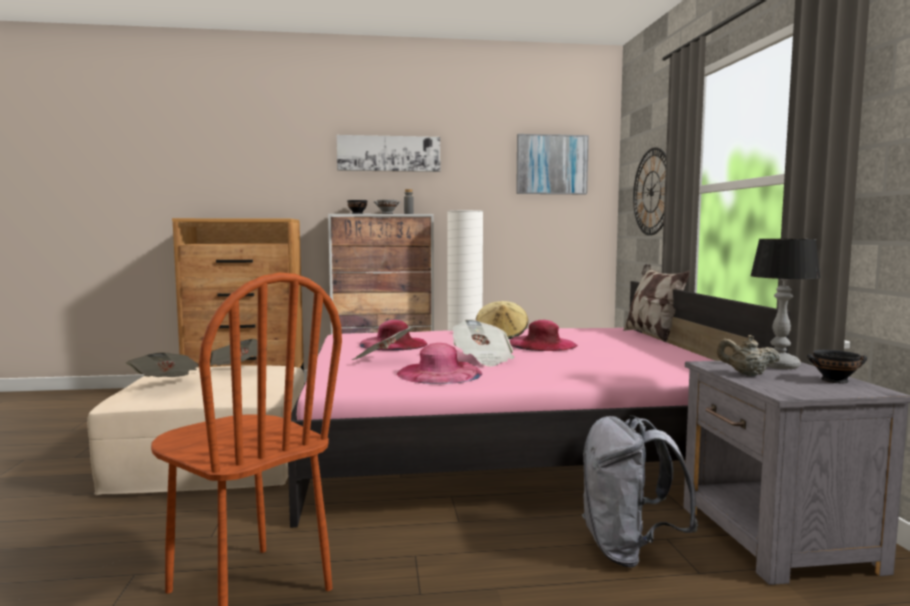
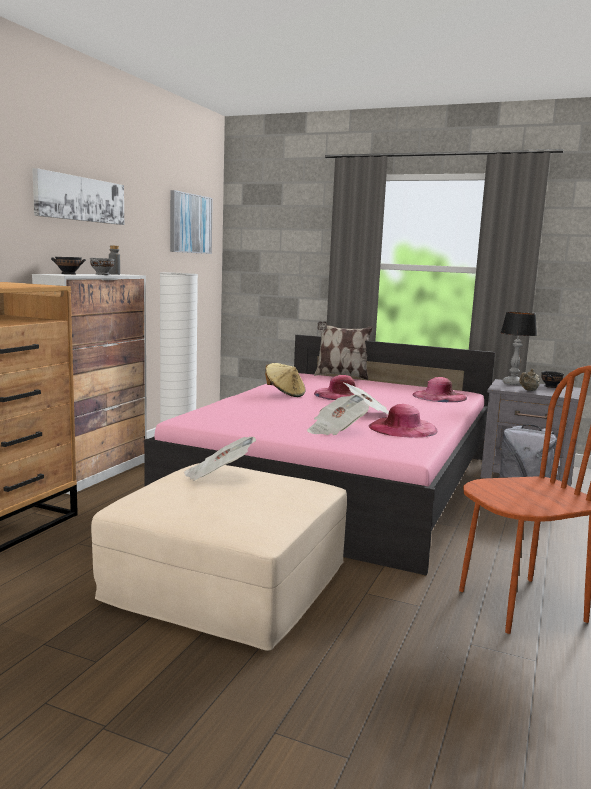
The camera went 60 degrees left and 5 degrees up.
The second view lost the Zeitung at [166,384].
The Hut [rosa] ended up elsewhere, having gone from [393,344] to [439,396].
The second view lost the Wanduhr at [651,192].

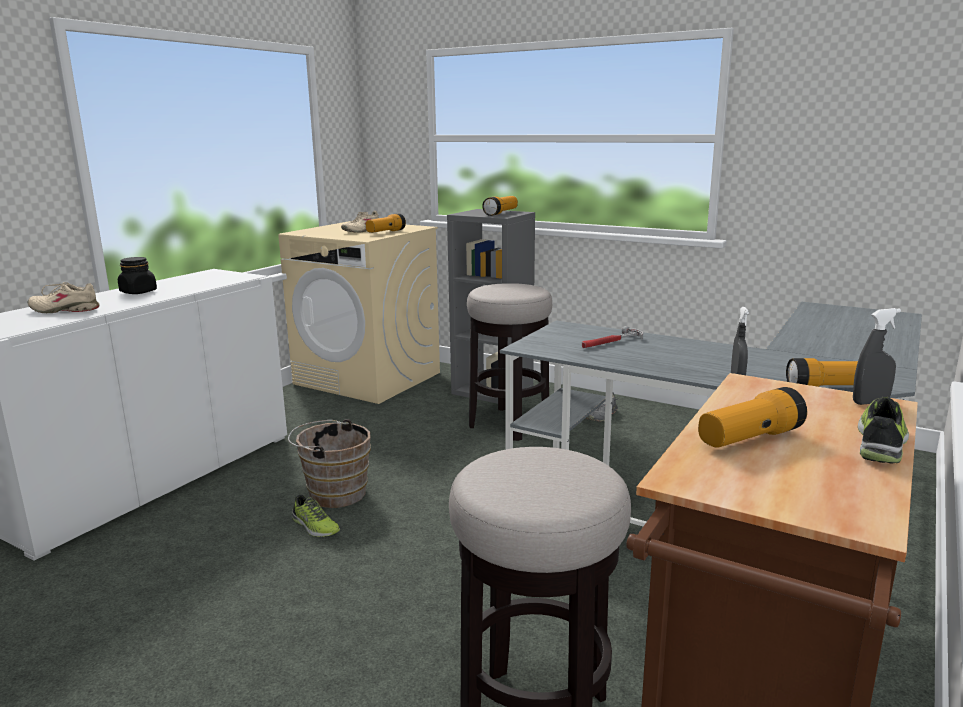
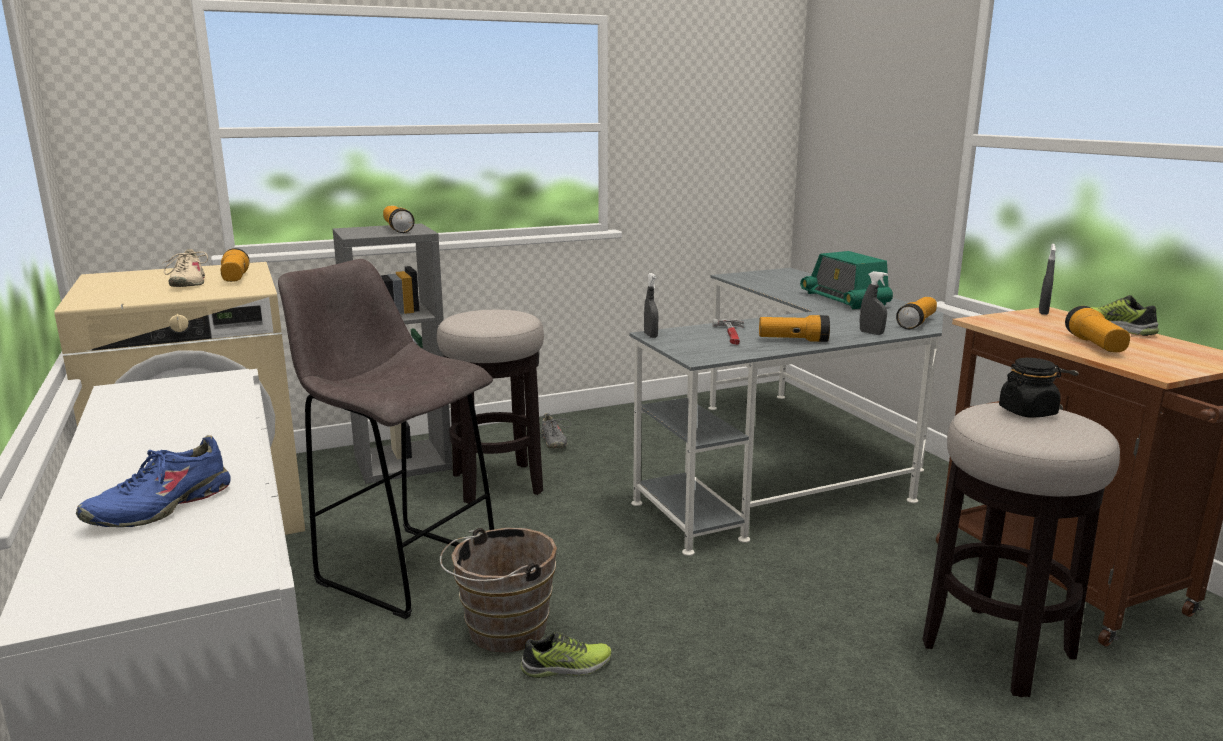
The camera went 55 degrees left and 0 degrees up.
What was the Schuh [beige] at [65,310] turned into the Schuh [blau] at [160,507].
The Vorratsglas [schwarz] ended up elsewhere, having gone from [138,292] to [1027,412].
The second view gained the Hocker [grau] at [403,568].
The second view gained the Sprühflasche [grau] at [650,335].
The second view gained the Taschenlampe at [793,340].
The second view gained the Radio at [844,299].

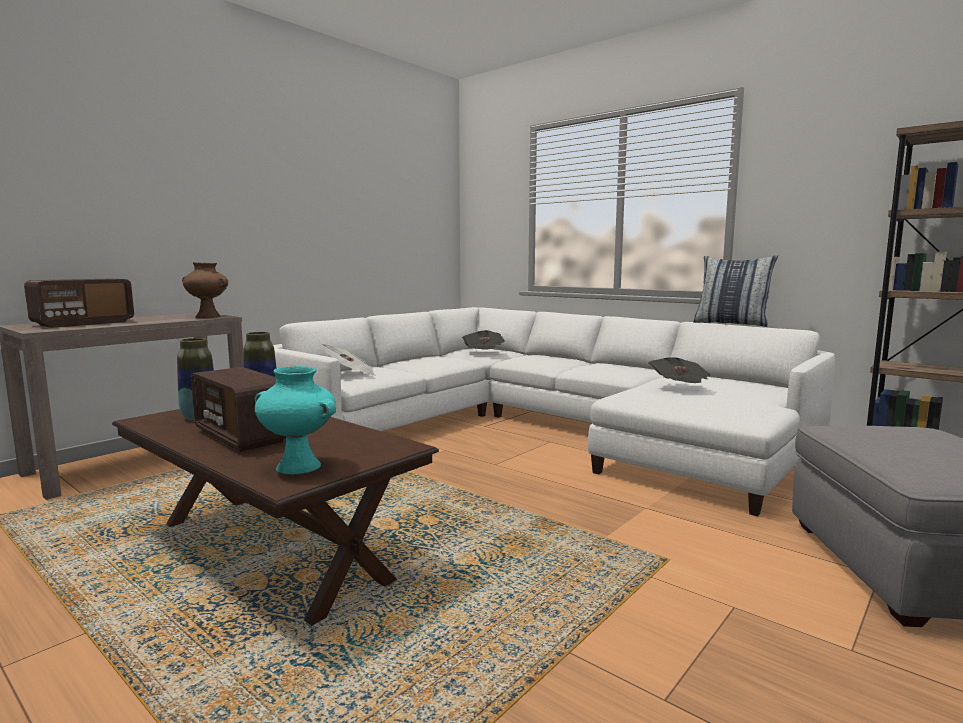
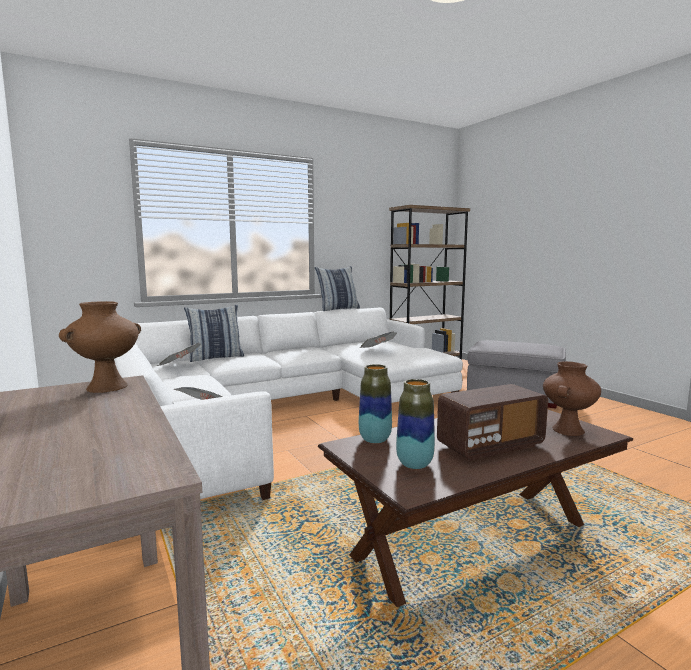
The camera went 70 degrees left and 0 degrees up.
The second view lost the Radio at [83,323].
What was the Vase [türkis] at [300,466] turned into the Vase [braun] at [567,430].
The second view gained the Kissen at [216,357].

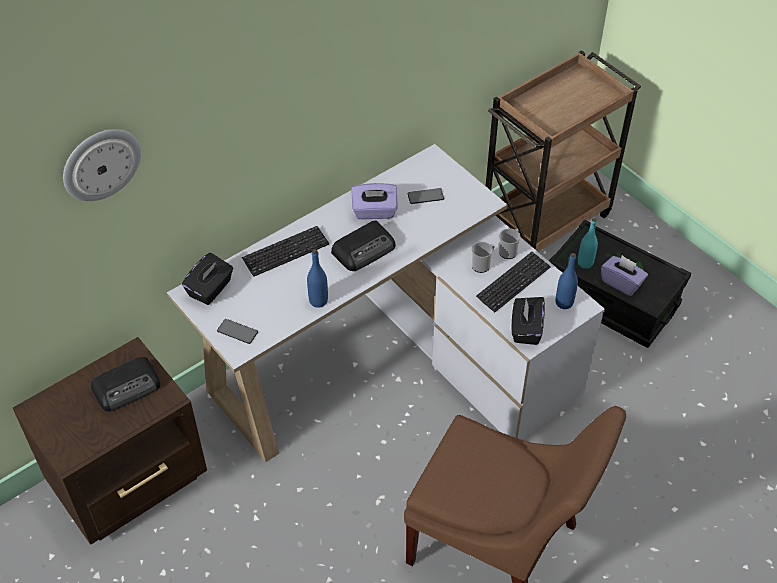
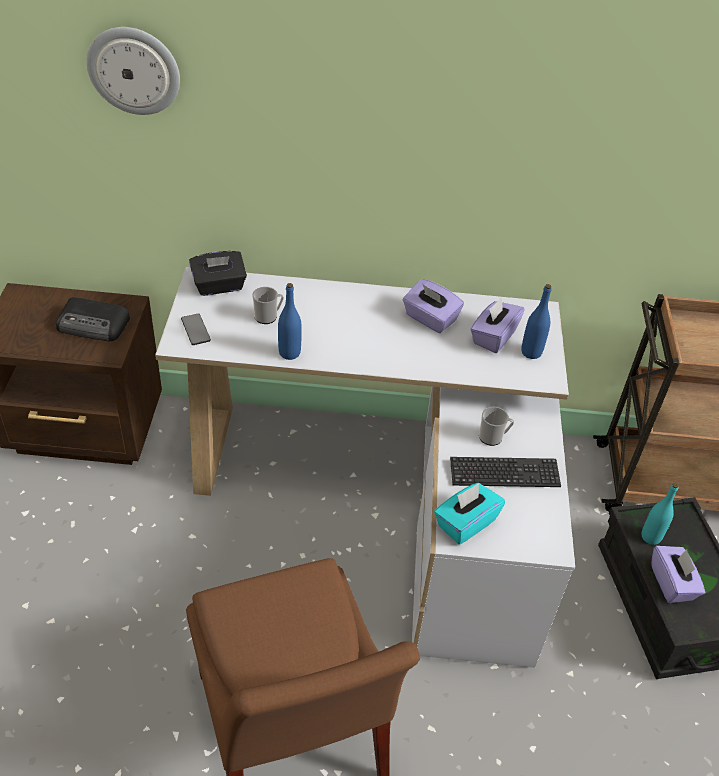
The camera went 40 degrees right and 5 degrees down.
The second view lost the Tastatur at [286,252].
The second view lost the Radio at [364,249].
Where the Handy stood at [425,196], the Taschentuchbox [lila] came to stand at [493,337].
The Henkelbecher ended up elsewhere, having gone from [509,250] to [268,316].
What was the Taschentuchbox [schwarz] at [526,329] turned into the Taschentuchbox [türkis] at [465,523].
The Flasche [blau] ended up elsewhere, having gone from [564,303] to [531,352].

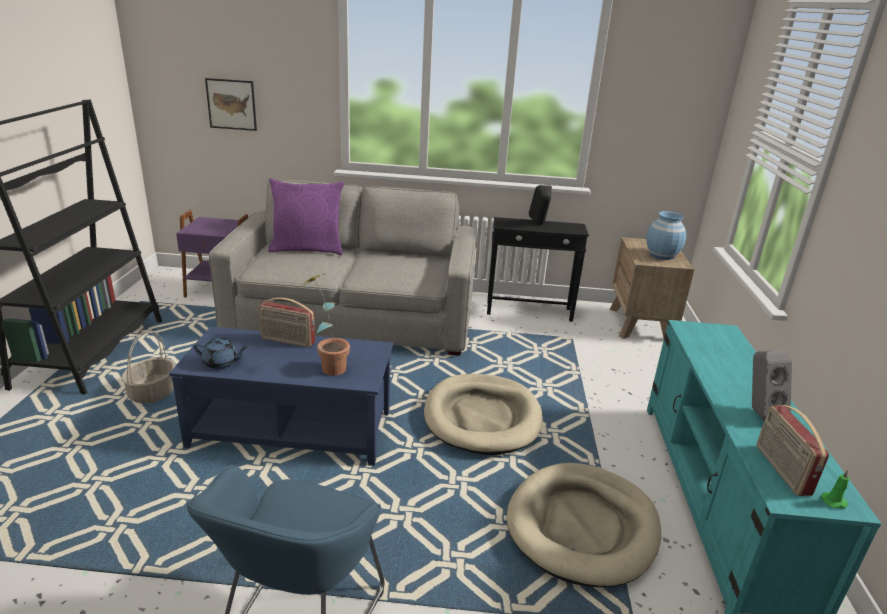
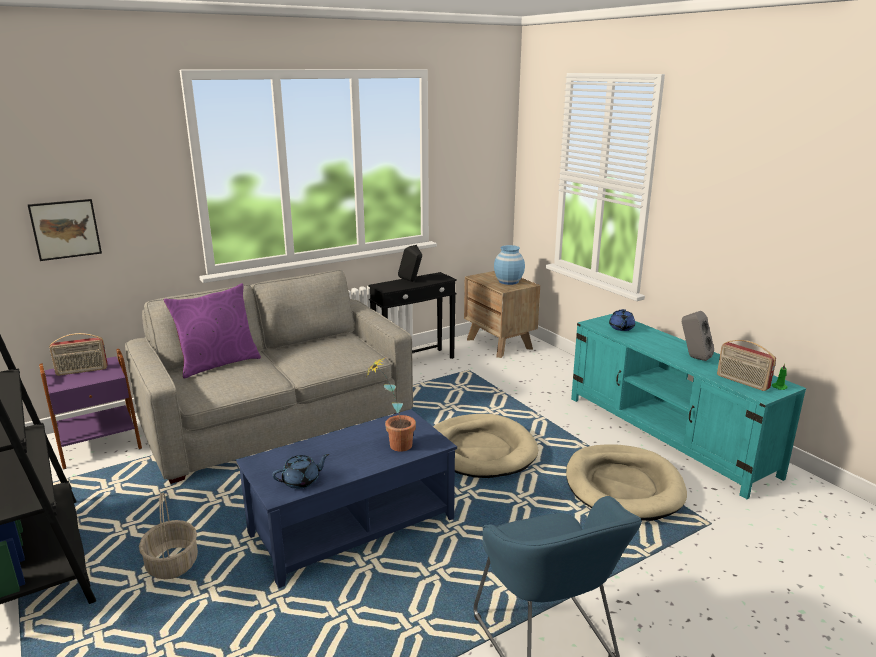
The camera went 35 degrees left and 5 degrees down.
The Radio ended up elsewhere, having gone from [287,341] to [82,371].
The second view gained the Teekanne [blau] at [621,328].

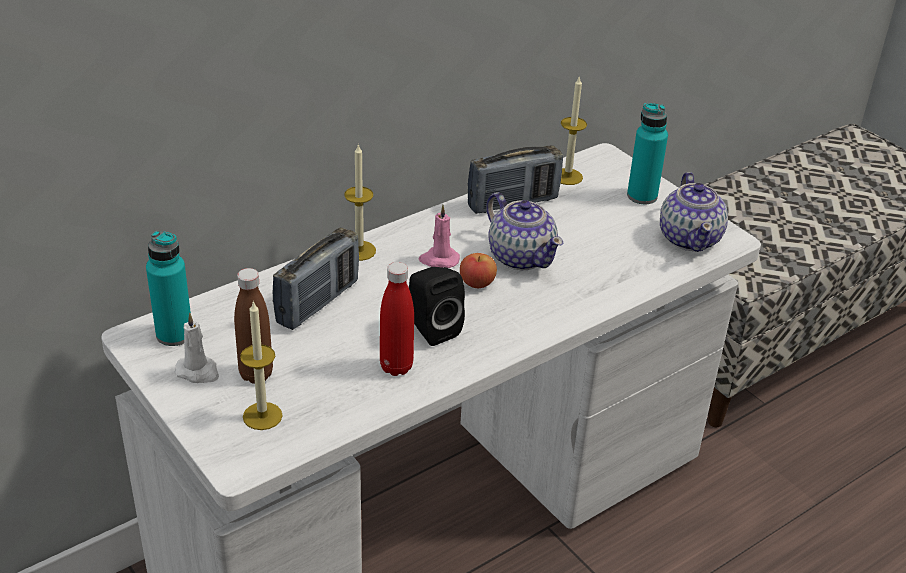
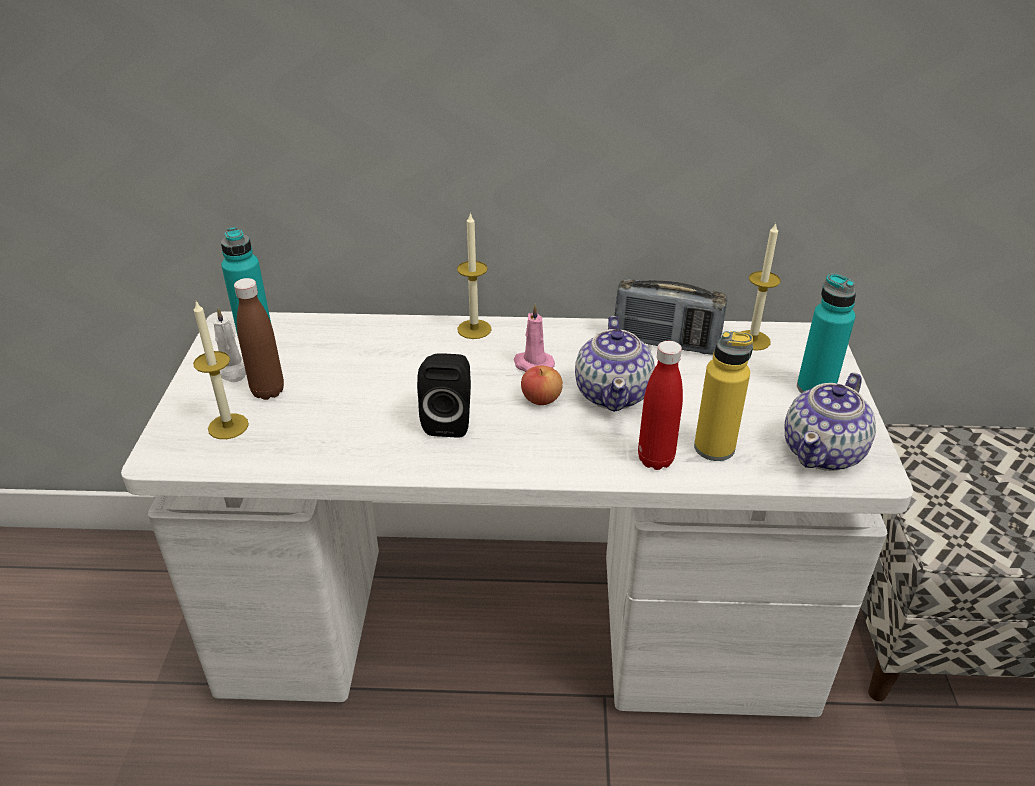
The camera went 40 degrees right and 0 degrees up.
The second view lost the Radio at [318,302].
The Flasche [rot] ended up elsewhere, having gone from [396,367] to [655,459].
The second view gained the Flasche [gelb] at [714,448].

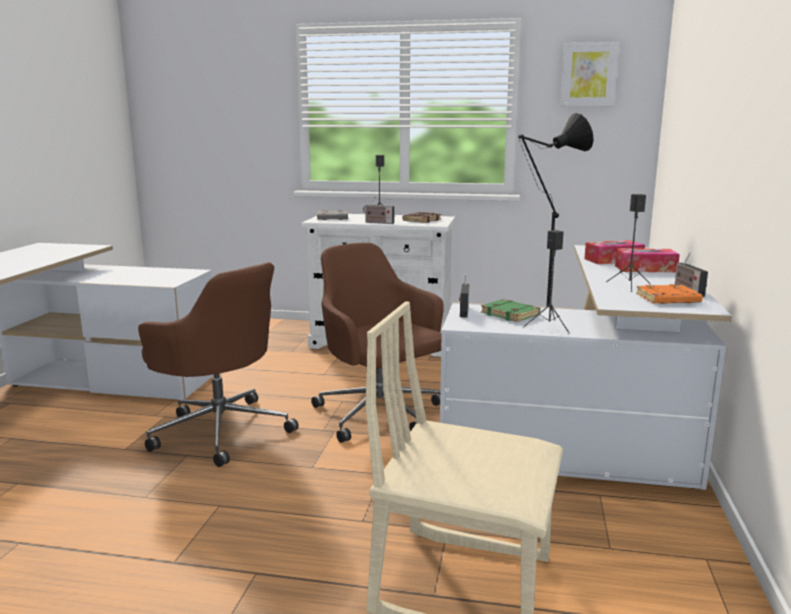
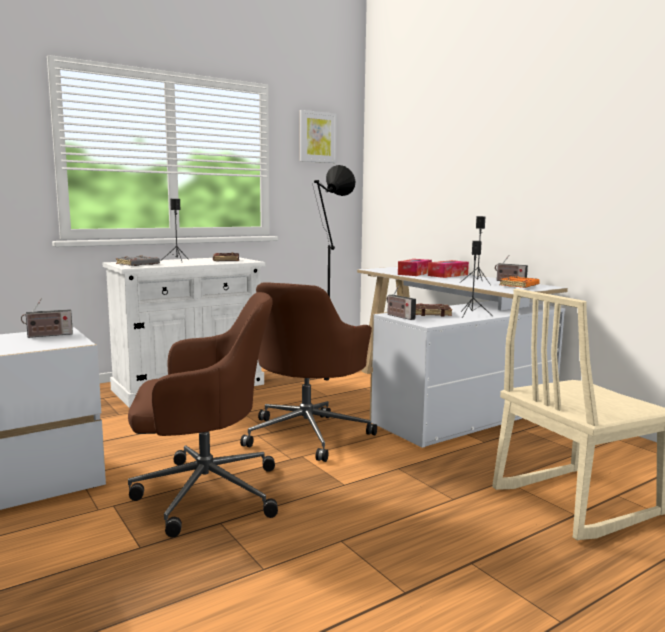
The camera went 45 degrees left and 5 degrees down.
The Bürostuhl [braun] at [380,414] ended up facing another way, 75 degrees counterclockwise from before.
The Radio ended up elsewhere, having gone from [378,223] to [48,335].
What was the Buch [grün] at [511,314] turned into the Buch [braun] at [431,313].

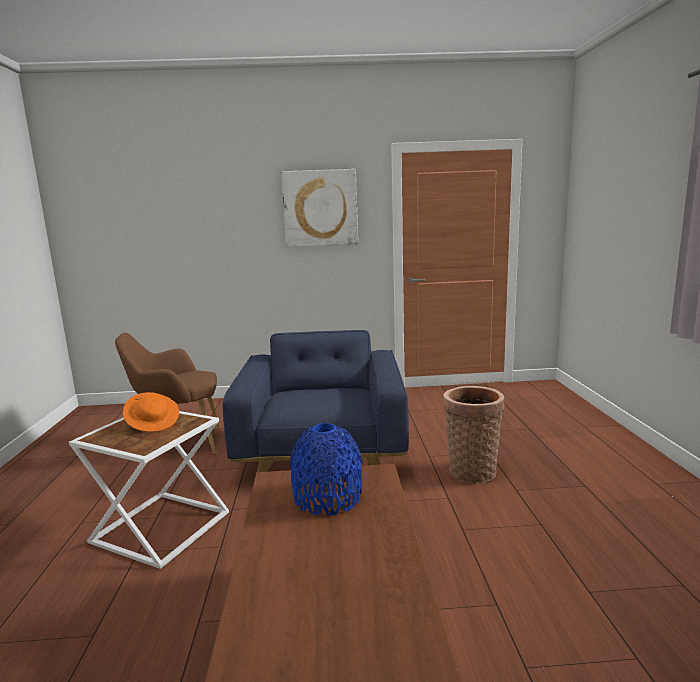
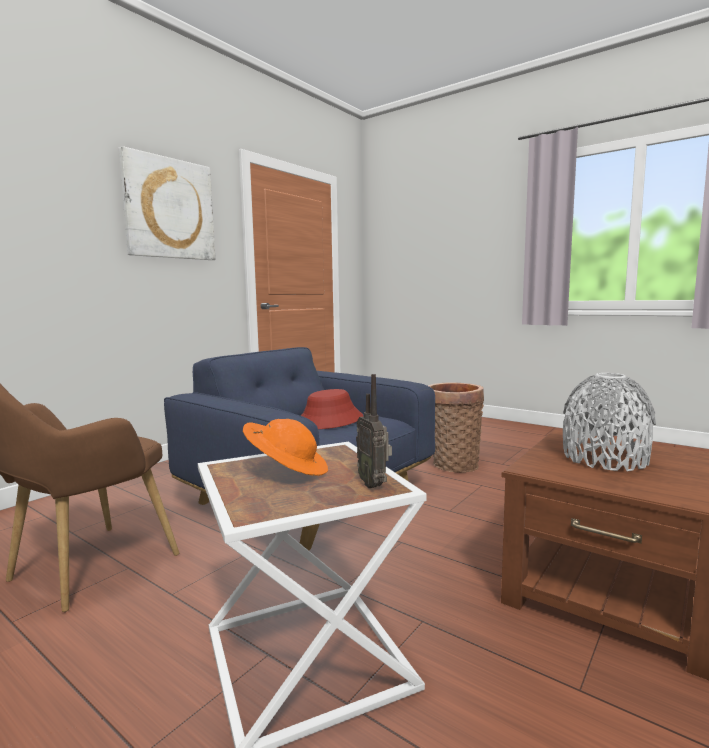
The camera went 50 degrees left and 5 degrees down.
What was the Vase [blau] at [327,497] turned into the Vase [grau] at [604,458].
The second view gained the Hut [rot] at [330,421].
The second view gained the Radio at [374,484].

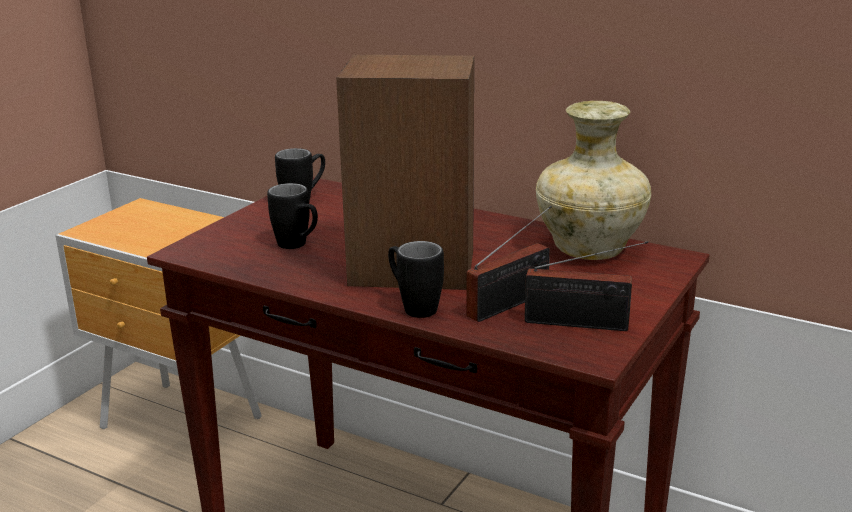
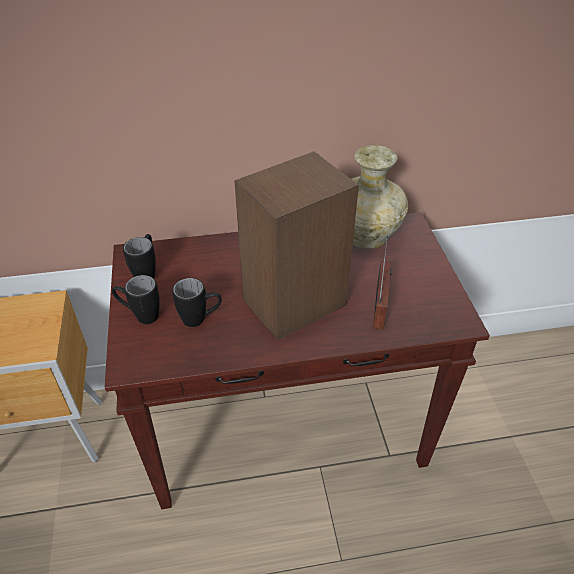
The camera went 40 degrees left and 20 degrees up.
The Henkelbecher [schwarz] ended up elsewhere, having gone from [413,306] to [140,315].
The second view lost the Radio at [582,324].

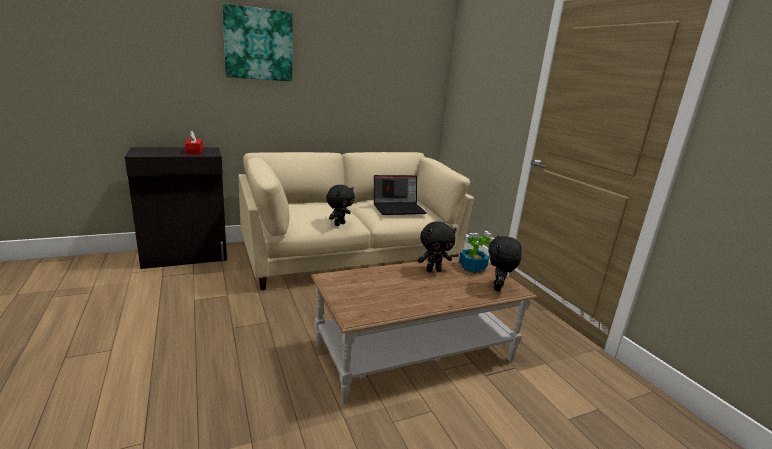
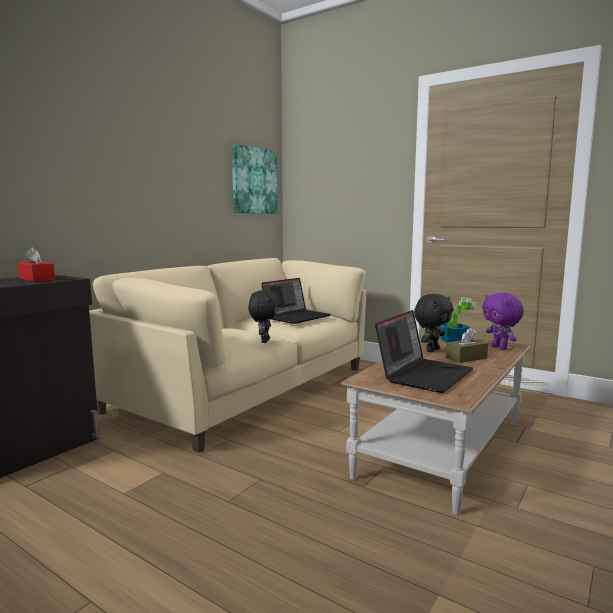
The camera went 30 degrees left and 10 degrees down.
The Bild ended up elsewhere, having gone from [258,44] to [254,181].
What was the Plüschtier [schwarz] at [498,288] turned into the Plüschtier [lila] at [500,348].
The second view gained the Laptop at [424,374].
The second view gained the Taschentuchbox [braun] at [466,358].

